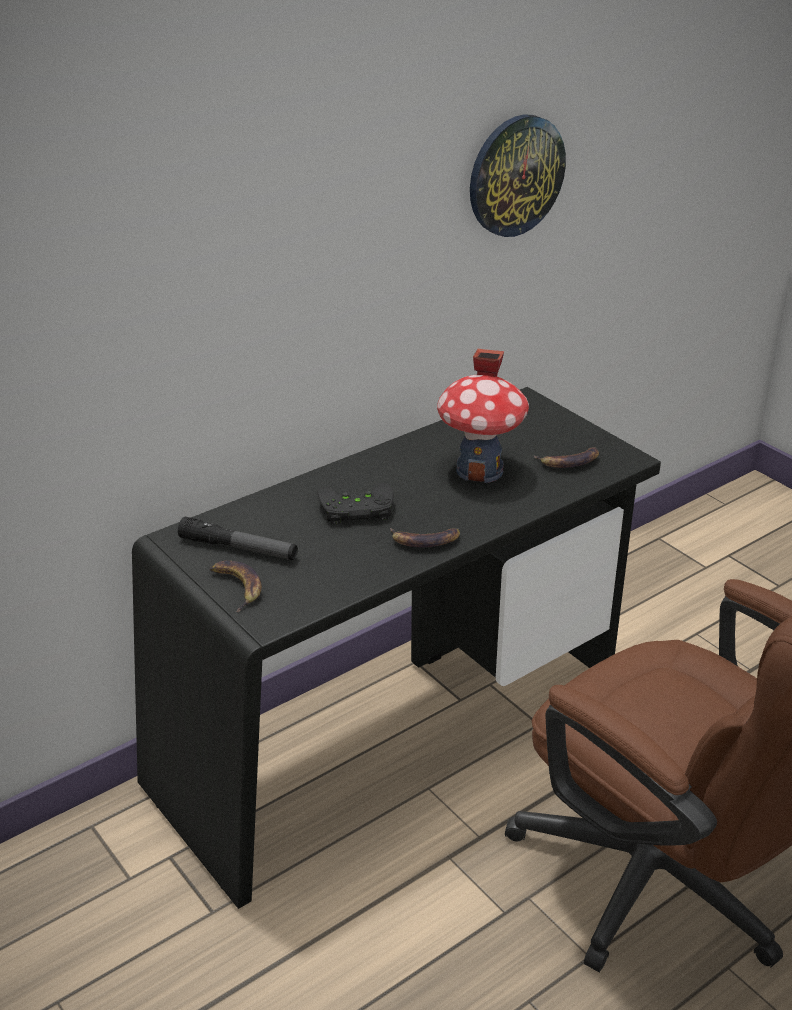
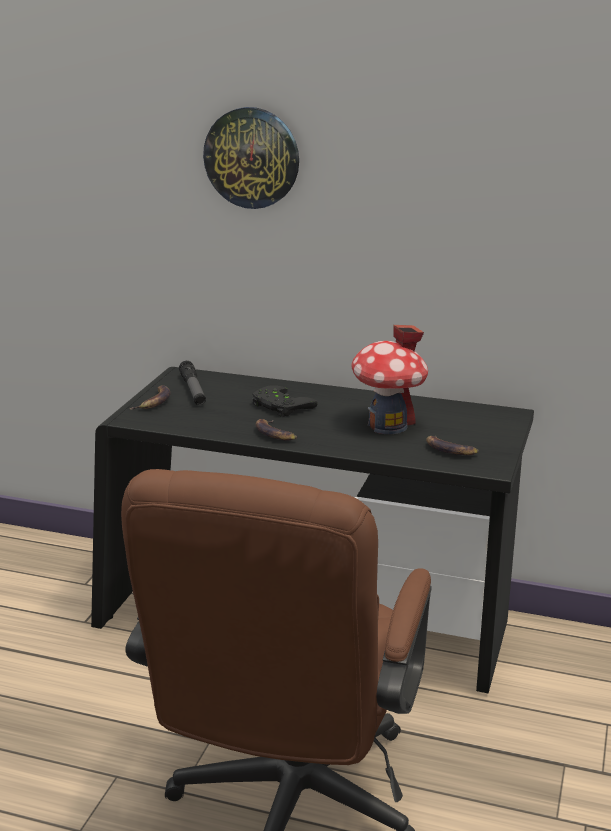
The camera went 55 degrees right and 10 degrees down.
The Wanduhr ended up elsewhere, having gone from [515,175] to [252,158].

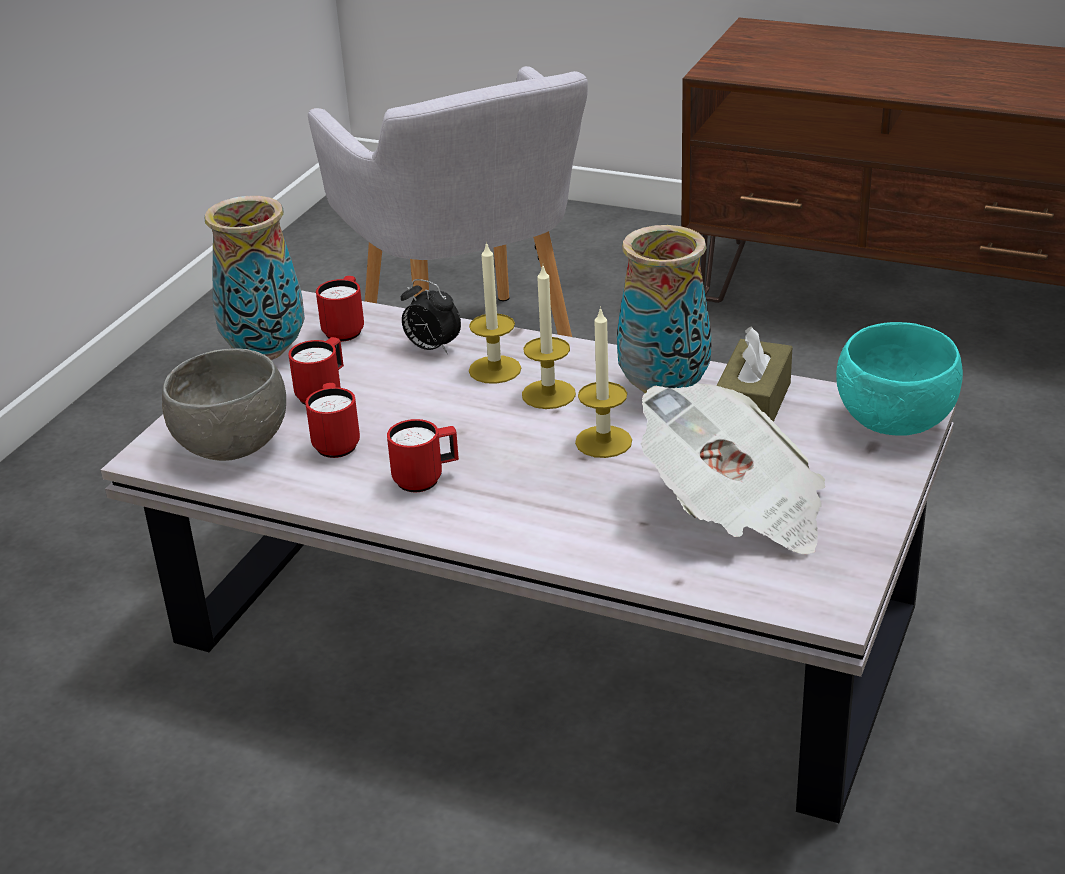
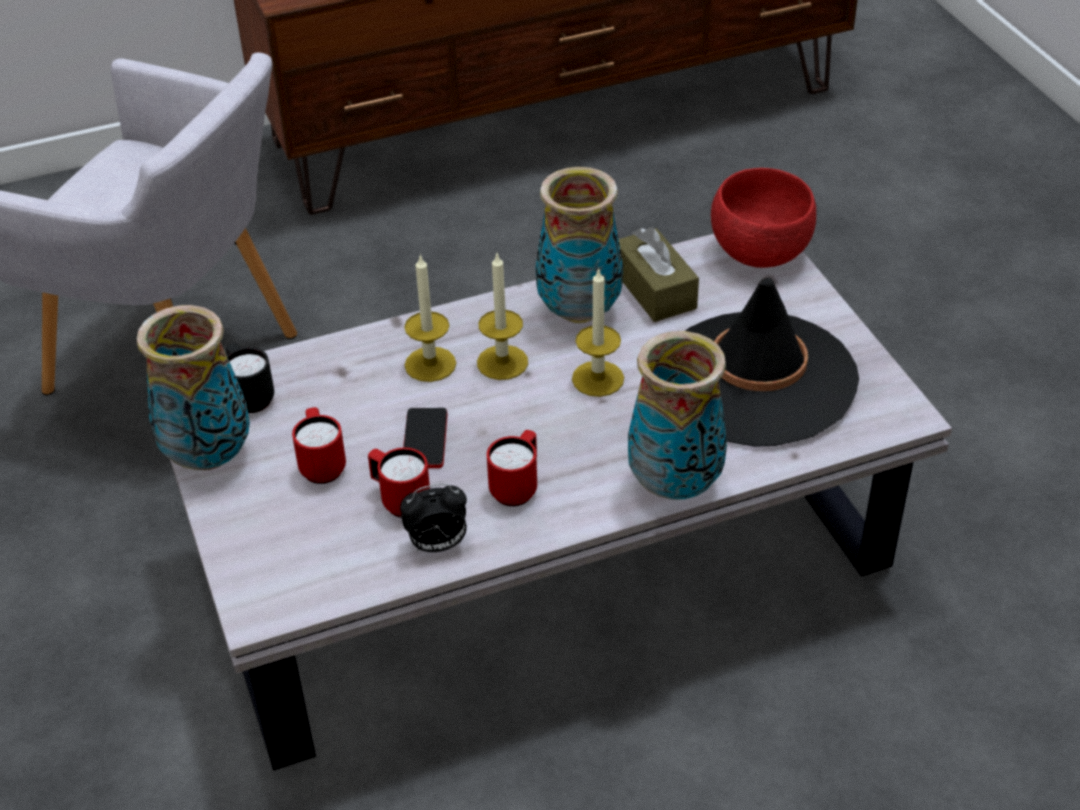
The camera went 45 degrees left and 10 degrees up.
The second view lost the Schüssel [grau] at [232,445].
What was the Henkelbecher [rot] at [346,330] turned into the Henkelbecher [schwarz] at [249,397].
The Wecker ended up elsewhere, having gone from [431,348] to [437,545].
Where the Zeitung stood at [736,510], the Hut [schwarz] came to stand at [756,379].
What was the Schüssel [türkis] at [892,422] turned into the Schüssel [rot] at [758,254].
The second view gained the Handy at [425,439].
The second view gained the Vase at [674,484].

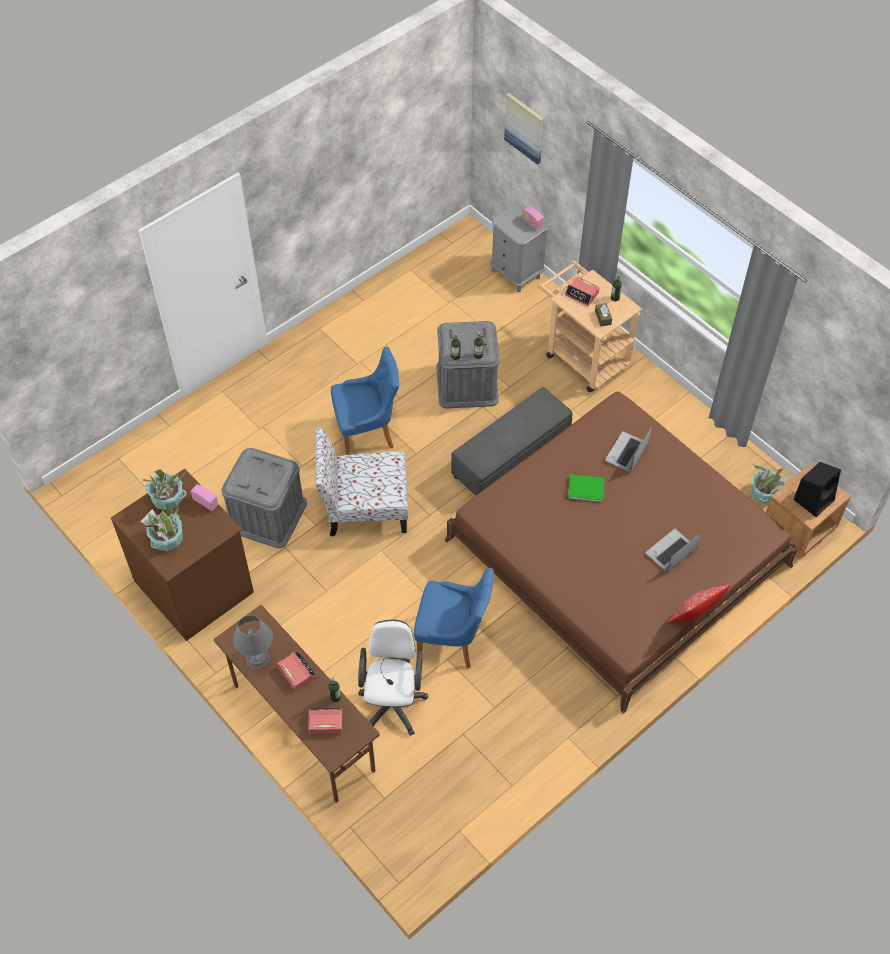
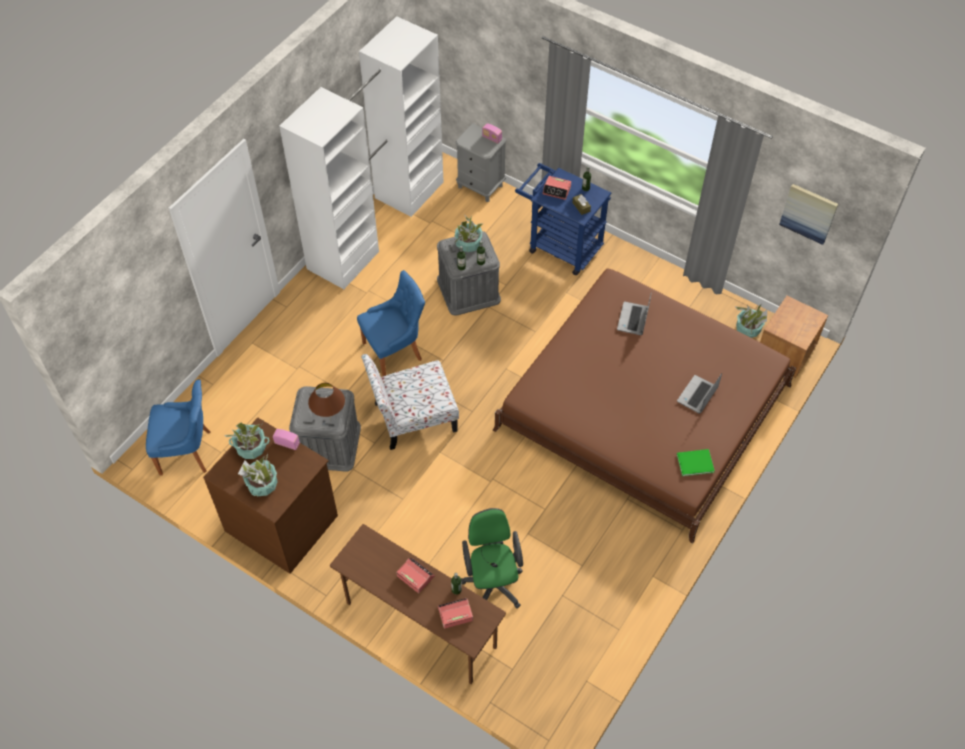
The camera went 15 degrees left and 0 degrees up.
The second view lost the Tischlampe [grau] at [257,657].
What was the Bürostuhl [weiß] at [393,701] turned into the Bürostuhl [grün] at [492,582].
The Stuhl [blau] ended up elsewhere, having gone from [453,639] to [188,452].
The second view lost the Polsterhocker [grau] at [511,457].
The Bild ended up elsewhere, having gone from [525,128] to [808,213].
What was the Rollwagen [beige] at [582,356] turned into the Rollwagen [blau] at [559,245].
The Buch [grün] ended up elsewhere, having gone from [585,488] to [693,462].
The second view lost the Kissen at [694,615].
The second view lost the Lautsprecher [schwarz] at [814,499].
The second view gained the Kleiderschrank [weiß] at [377,224].
The second view gained the Tischlampe [braun] at [330,421].
The second view gained the Topfpflanze at [468,244].

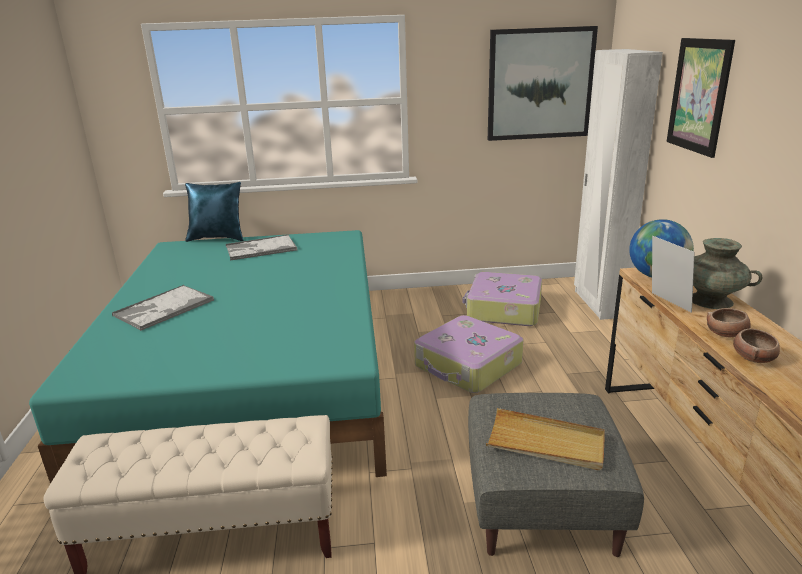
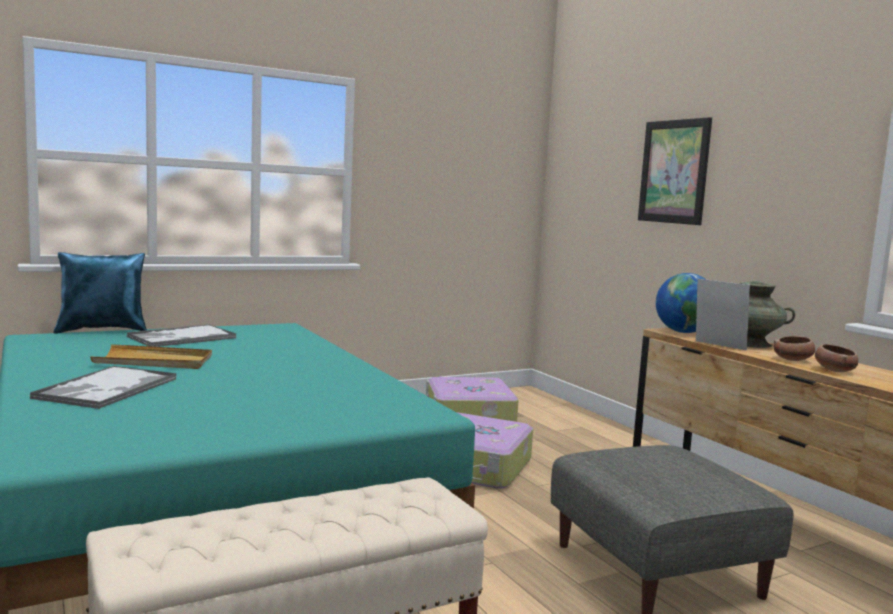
The camera went 25 degrees left and 15 degrees down.
The Tablett [beige] ended up elsewhere, having gone from [546,443] to [154,361].
The second view lost the Bild at [540,84].
The second view lost the Kleiderschrank [weiß] at [598,304].

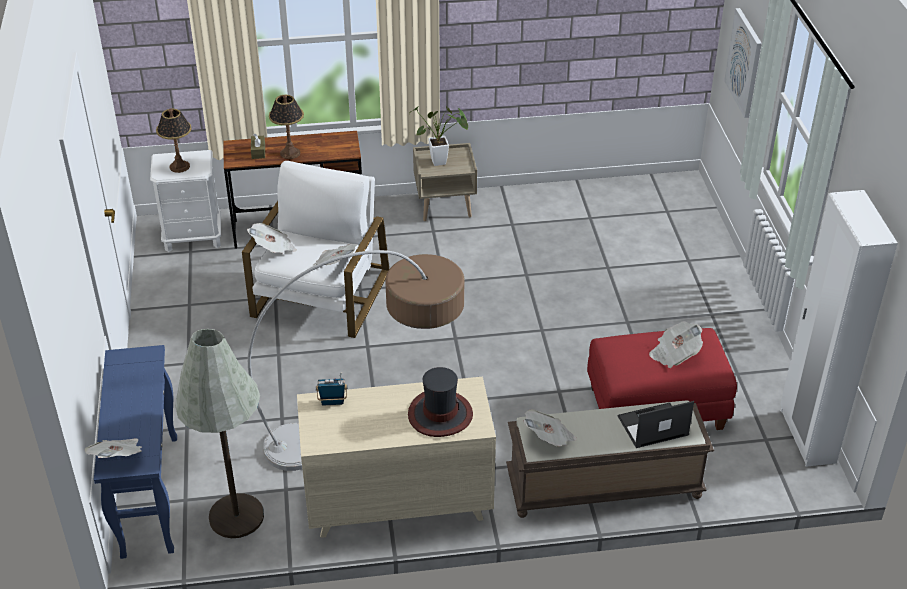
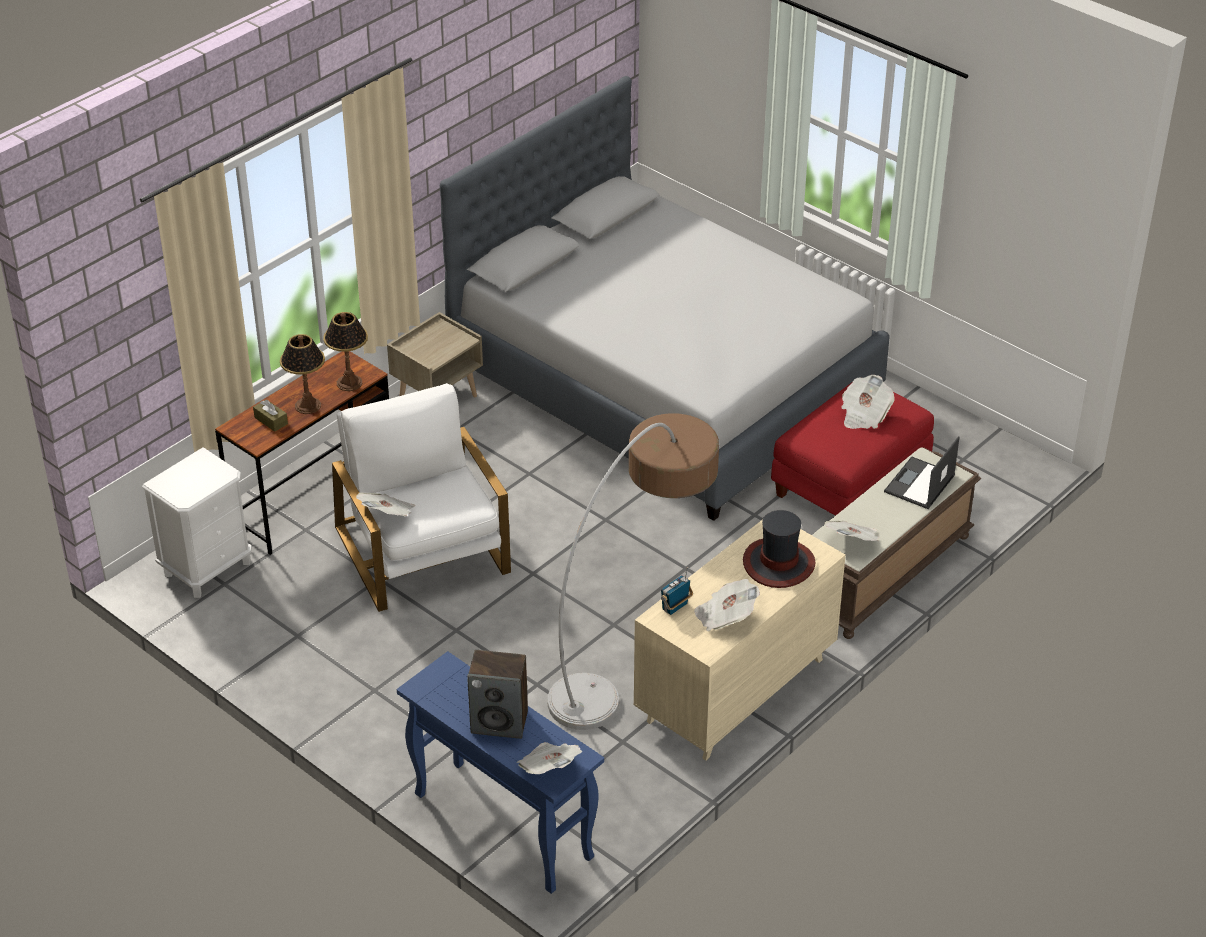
The camera went 40 degrees left and 0 degrees up.
The Tischlampe ended up elsewhere, having gone from [180,166] to [349,383].
The second view lost the Stehlampe [grau] at [236,516].
The Zeitung ended up elsewhere, having gone from [335,264] to [725,617].
The second view lost the Topfpflanze at [442,161].
The second view lost the Bild at [744,62].
The second view lost the Kleiderschrank [weiß] at [806,436].
The second view gained the Bett [grau] at [664,380].
The second view gained the Lautsprecher at [500,722].

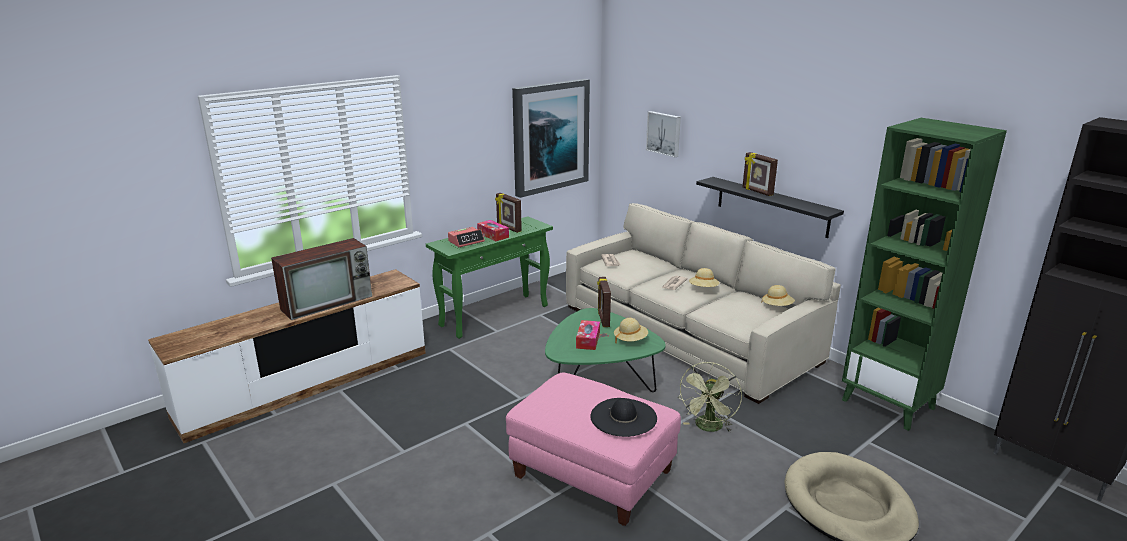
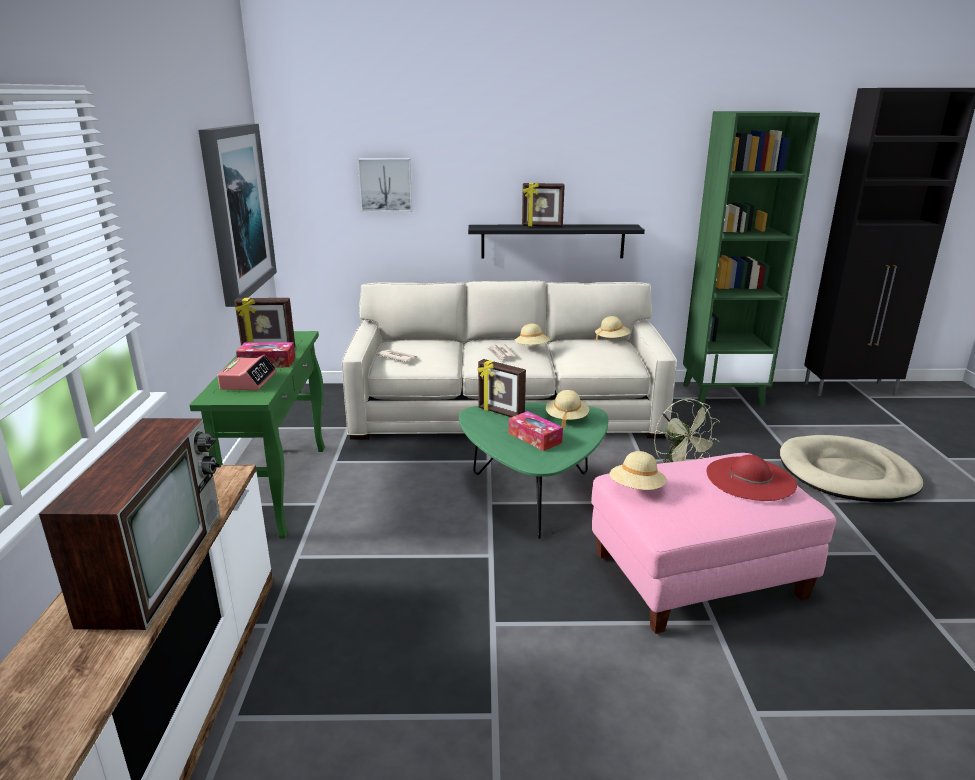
The camera went 50 degrees left and 0 degrees up.
What was the Hut [schwarz] at [623,417] turned into the Hut [rot] at [750,478].
The second view gained the Hut [beige] at [636,489].

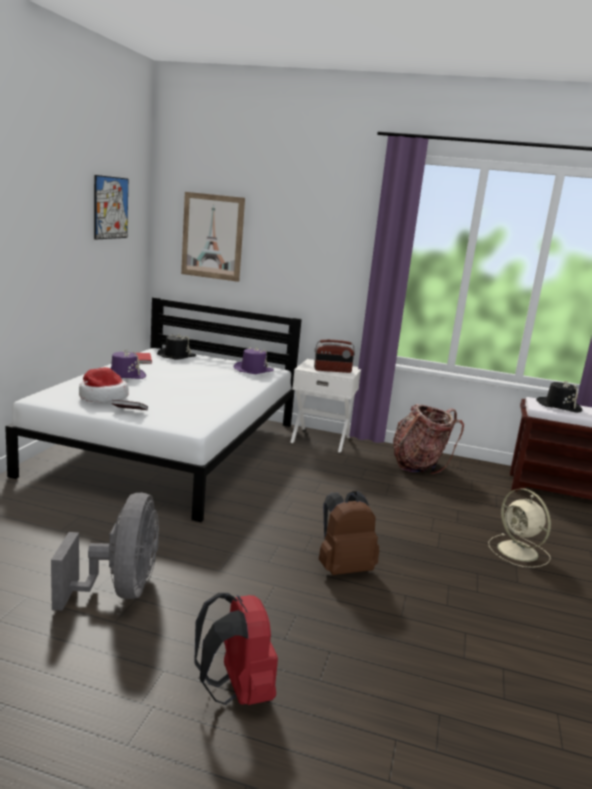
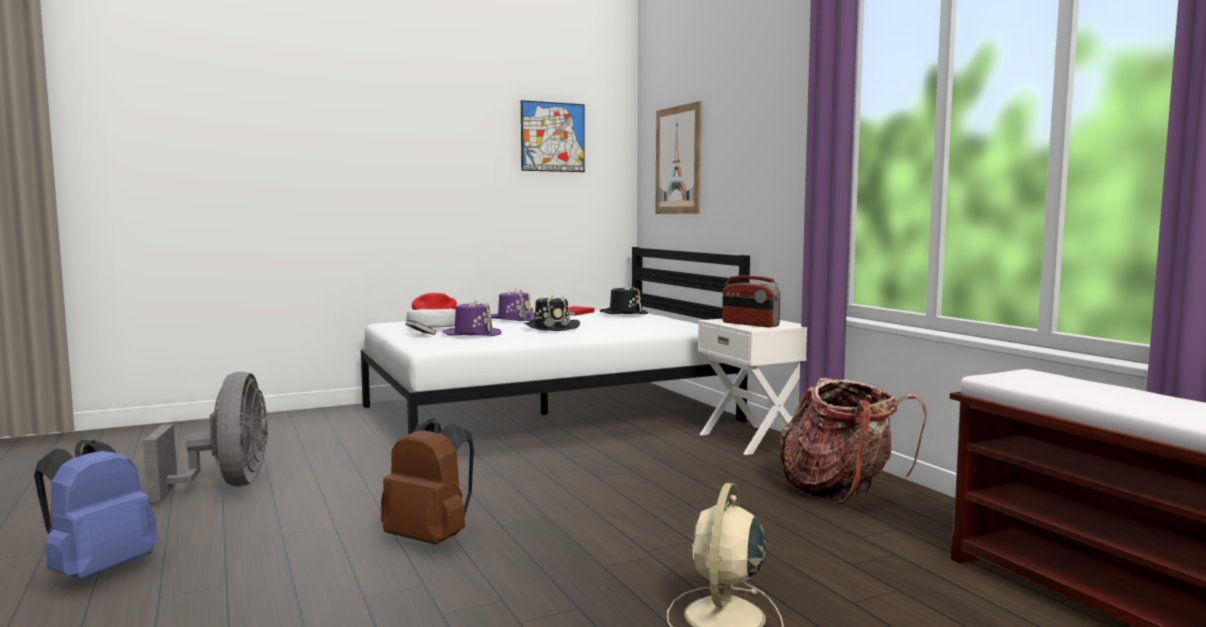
The camera went 50 degrees right and 10 degrees down.
The Ventilator [grau] at [119,591] ended up facing another way, 60 degrees counterclockwise from before.
What was the Rucksack [rot] at [236,691] turned into the Rucksack [blau] at [98,571].
The Hut [lila] ended up elsewhere, having gone from [253,370] to [472,334].
The Hut [schwarz] ended up elsewhere, having gone from [559,406] to [551,327].

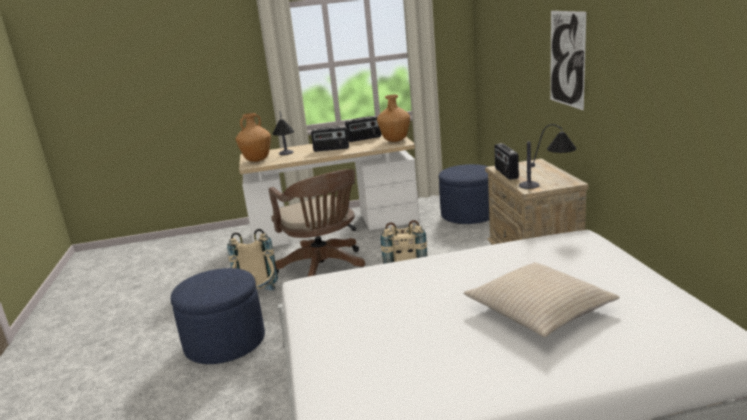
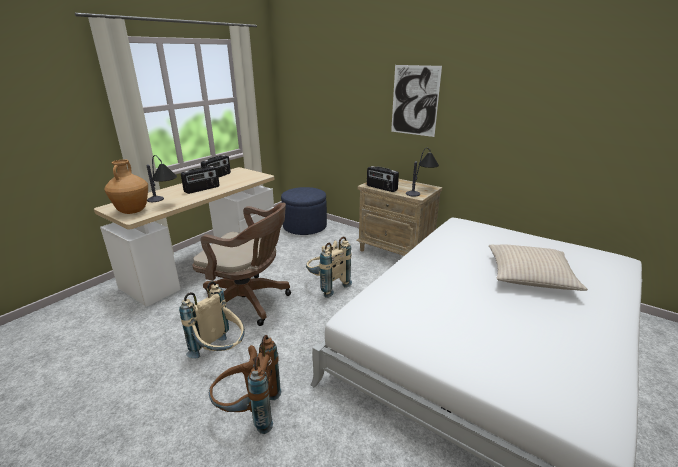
The camera went 45 degrees left and 5 degrees up.
Where the Polsterhocker [blau] stood at [225,343], the Rucksack [braun] came to stand at [248,412].
The second view lost the Vase [braun] at [395,140].

